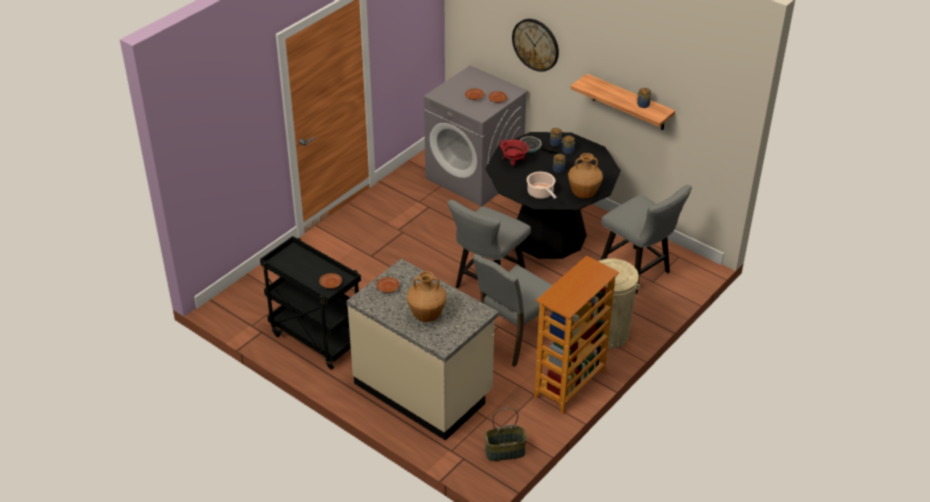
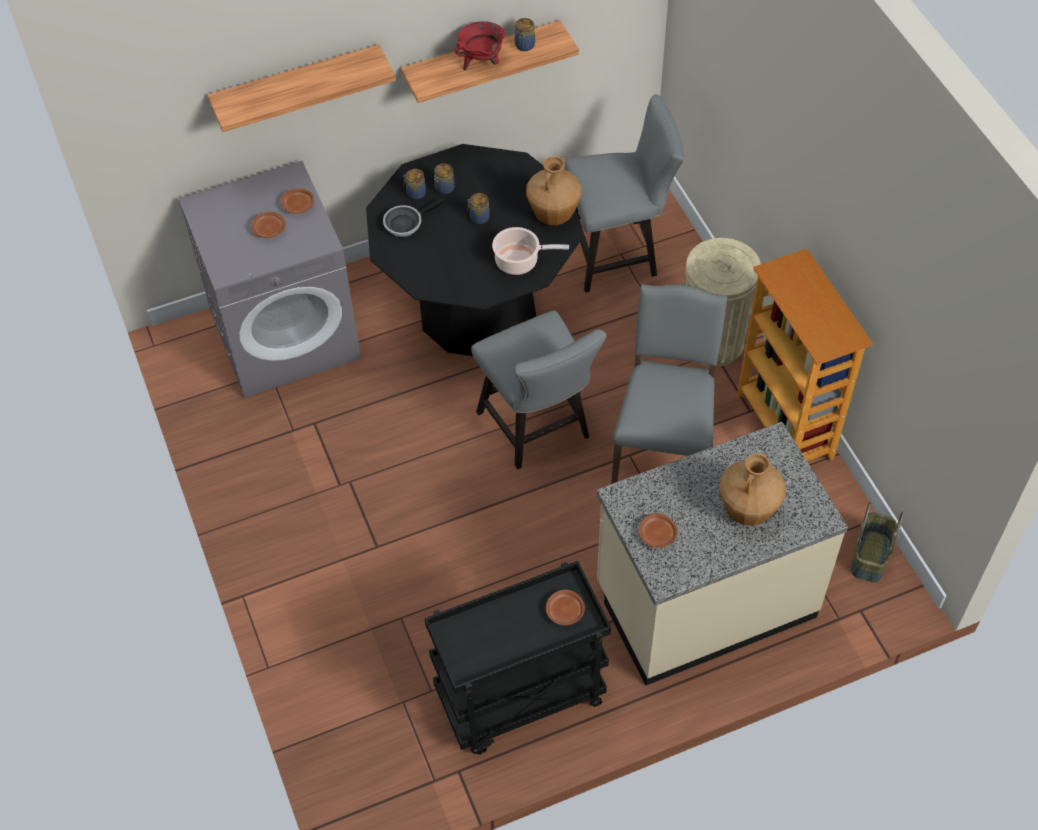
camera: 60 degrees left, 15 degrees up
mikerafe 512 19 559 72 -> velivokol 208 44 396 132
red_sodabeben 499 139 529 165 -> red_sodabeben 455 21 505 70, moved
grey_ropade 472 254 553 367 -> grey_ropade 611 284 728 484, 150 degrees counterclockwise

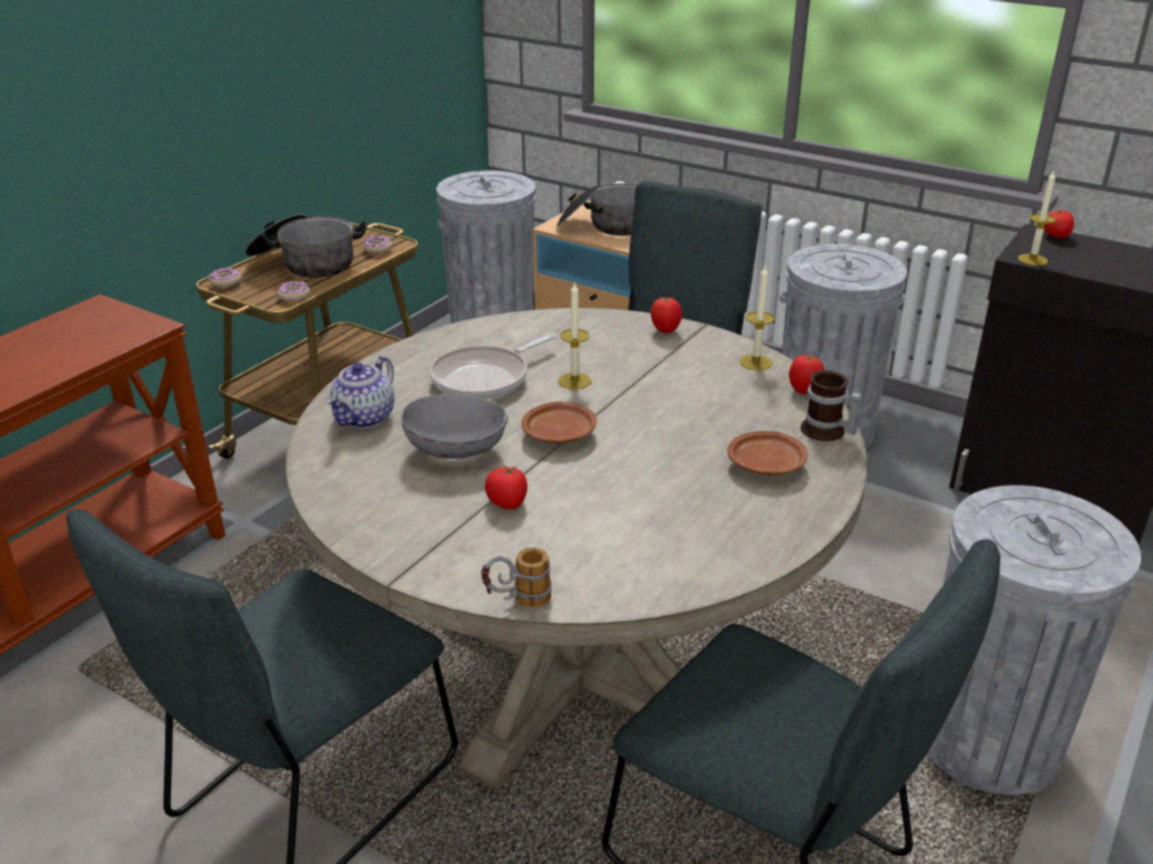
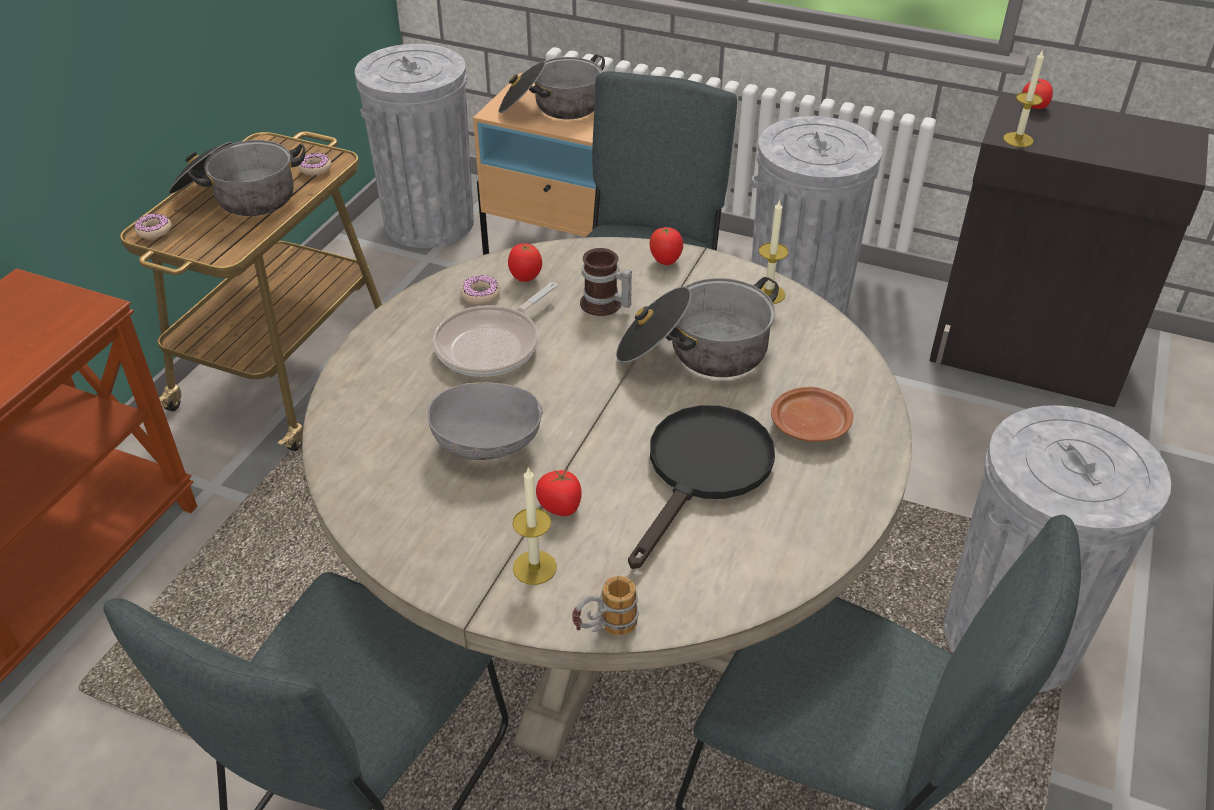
camera: 10 degrees left, 10 degrees up
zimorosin 277 281 310 301 -> zimorosin 460 275 500 305, moved
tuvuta 789 355 825 394 -> tuvuta 508 243 542 282, moved
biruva 558 282 592 390 -> biruva 512 466 557 585, moved
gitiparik 800 370 862 441 -> gitiparik 580 248 632 316, moved
none -> sodabeben 616 277 779 377
none -> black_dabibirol 628 405 775 569
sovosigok 326 356 394 428 -> none
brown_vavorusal 521 402 597 443 -> none

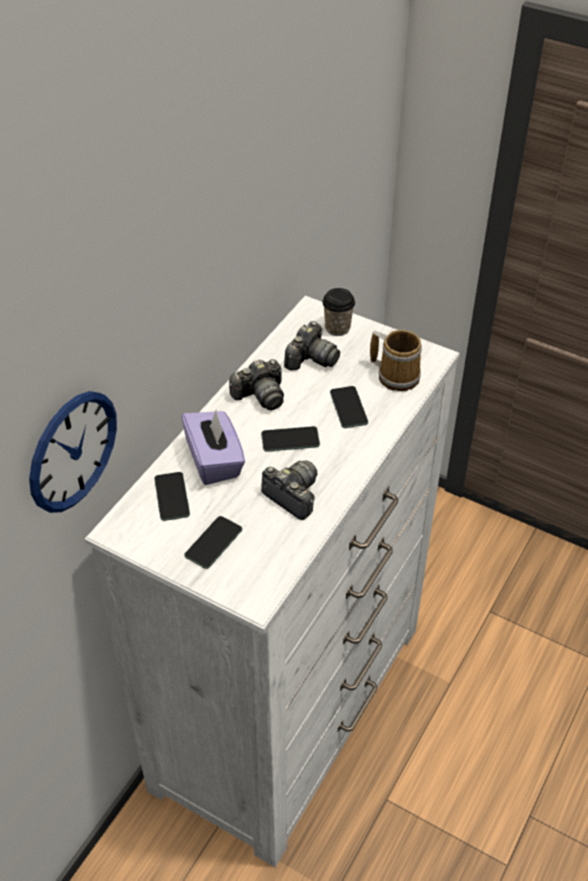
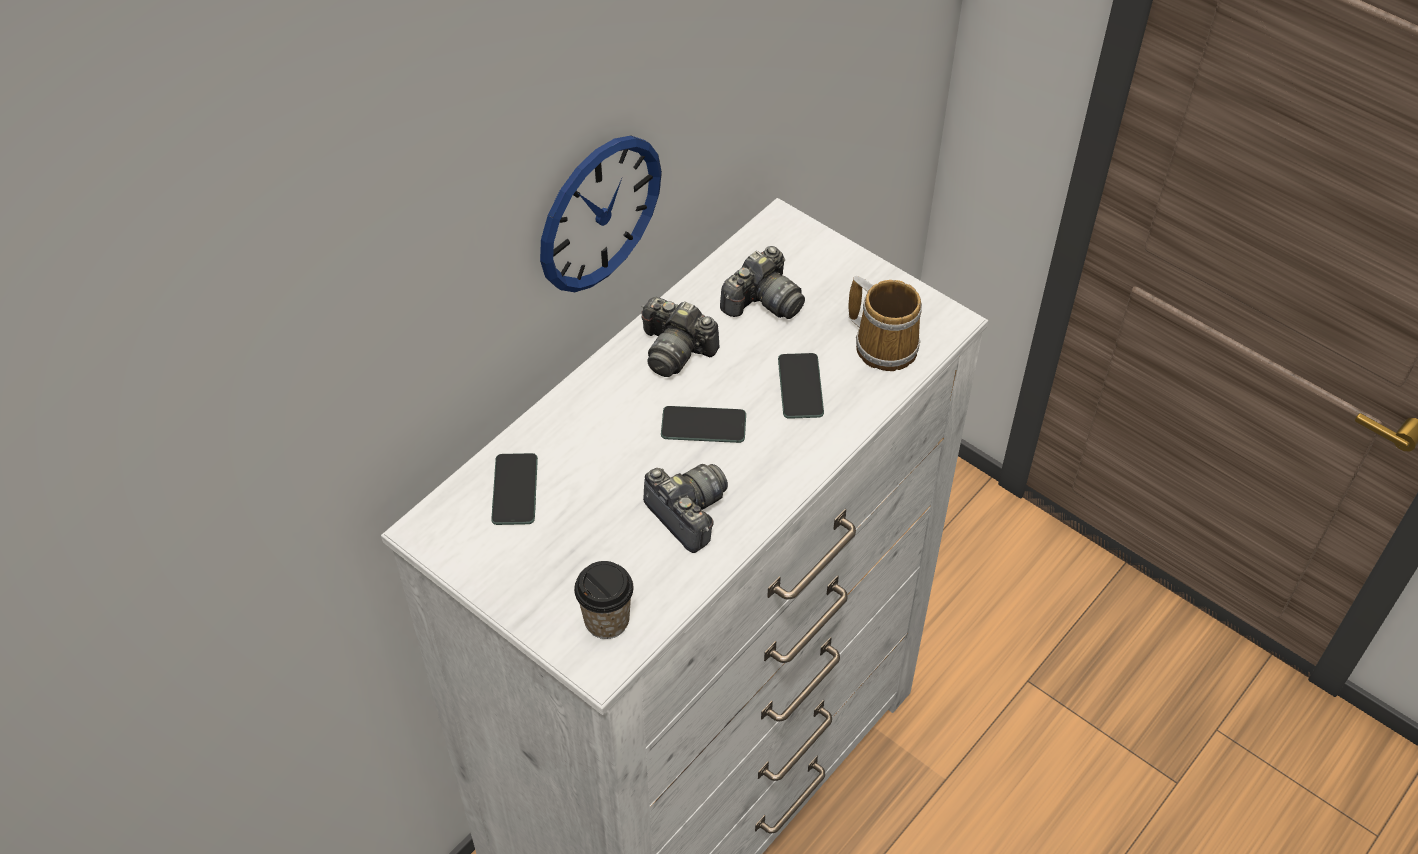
camera: 10 degrees right, 5 degrees up
mikerafe 29 391 117 513 -> mikerafe 540 136 662 292, moved
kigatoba 322 288 355 336 -> kigatoba 574 561 633 639, moved
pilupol 229 359 284 411 -> pilupol 641 297 720 377, 45 degrees clockwise
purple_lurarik 181 410 245 485 -> none
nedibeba 184 516 242 569 -> none

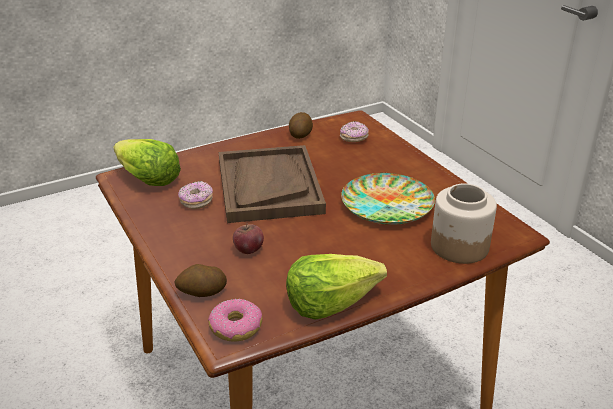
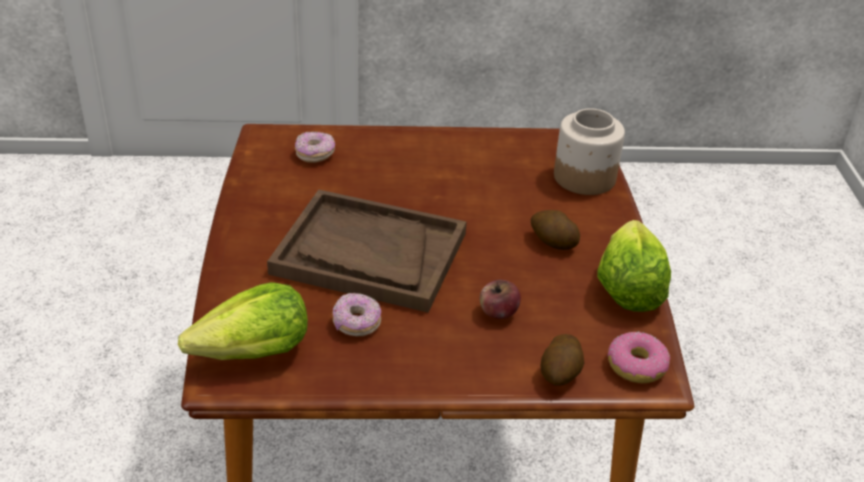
camera: 65 degrees left, 5 degrees up
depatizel 289 112 313 139 -> depatizel 530 210 580 250, moved
vavorusal 341 173 435 225 -> none

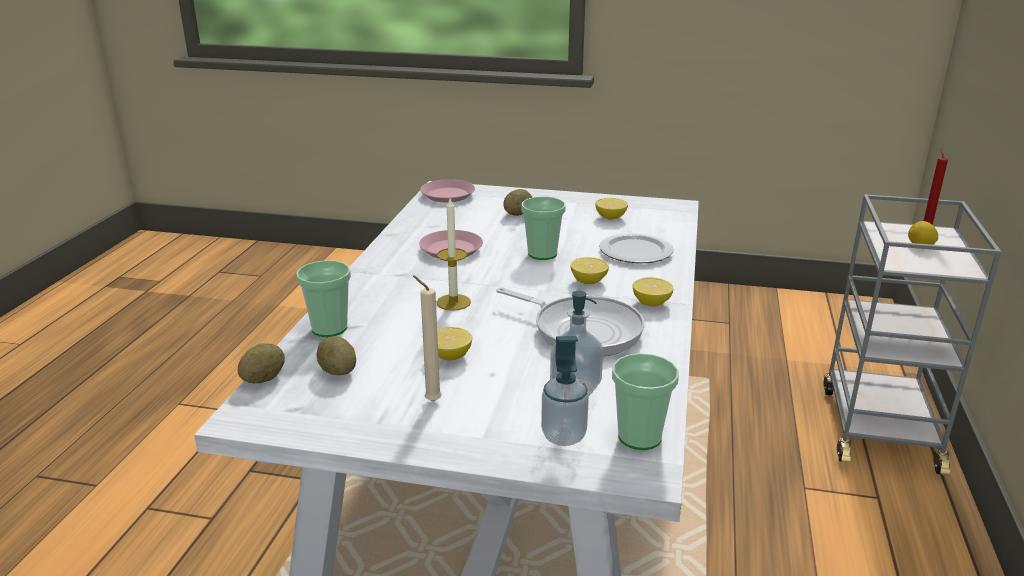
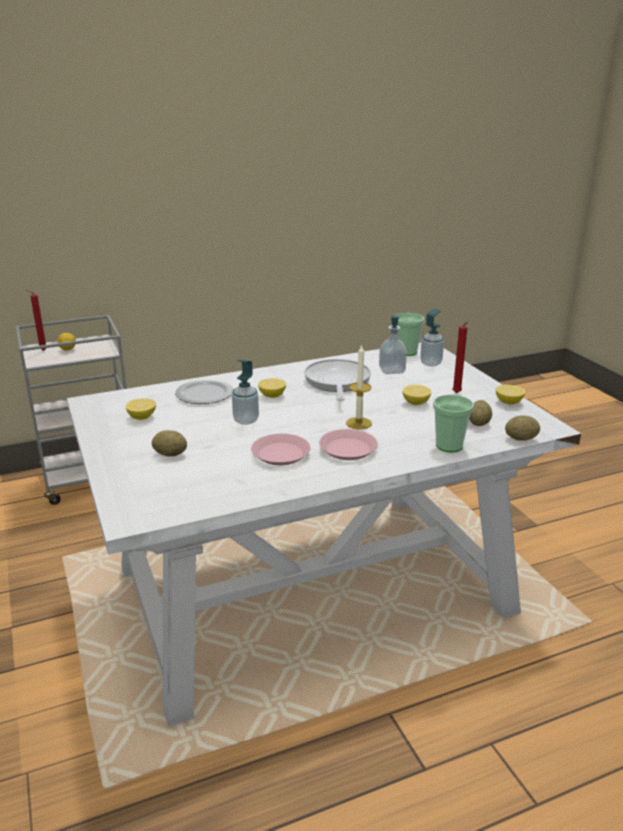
camera: 125 degrees left, 0 degrees up
kigatoba 522 197 566 260 -> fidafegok 232 359 259 425
pink_vavorusal 420 179 475 202 -> pink_vavorusal 319 429 378 460, moved
beige_biruva 413 275 442 402 -> red_biruva 452 322 468 393
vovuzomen 633 277 673 307 -> vovuzomen 496 384 525 405, moved

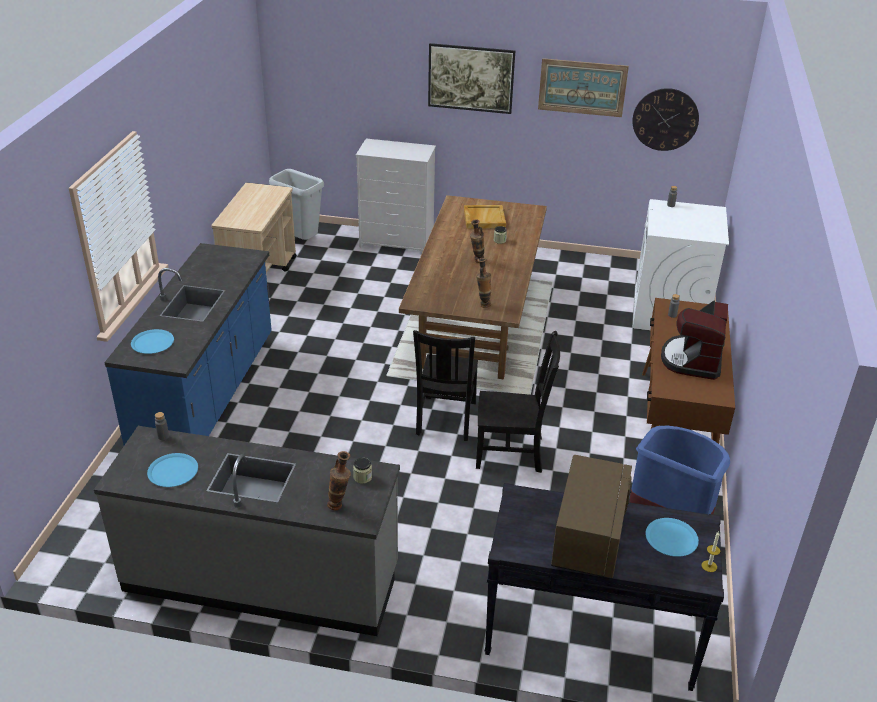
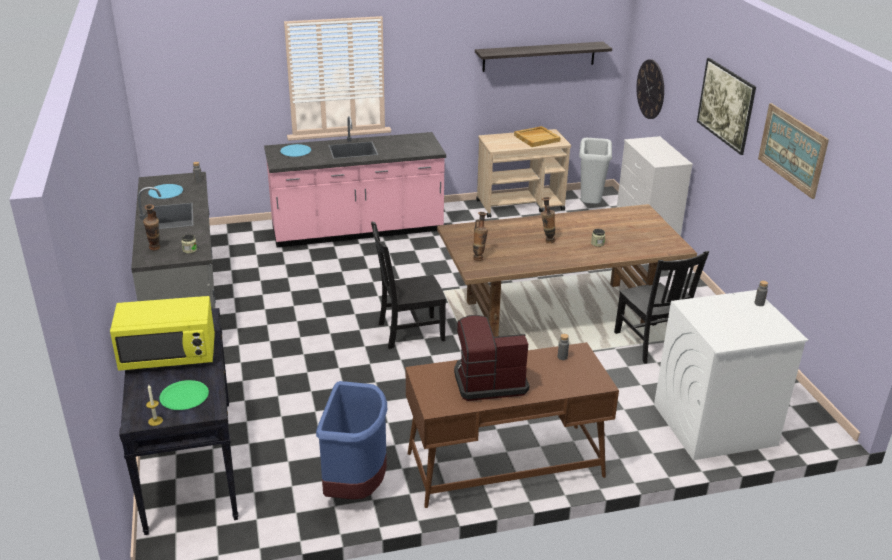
camera: 65 degrees right, 5 degrees down
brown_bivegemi 551 455 632 578 -> yellow_bivegemi 110 296 215 371
blue_vavorusal 645 518 699 557 -> green_vavorusal 159 380 209 410
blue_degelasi 104 243 272 445 -> pink_degelasi 264 116 446 248
none -> velivokol 475 42 612 72
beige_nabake 464 205 506 229 -> beige_nabake 514 126 561 147, moved
black_ropade 476 331 560 473 -> black_ropade 614 251 709 363, moved
mikerafe 632 88 699 151 -> mikerafe 636 59 664 119, moved

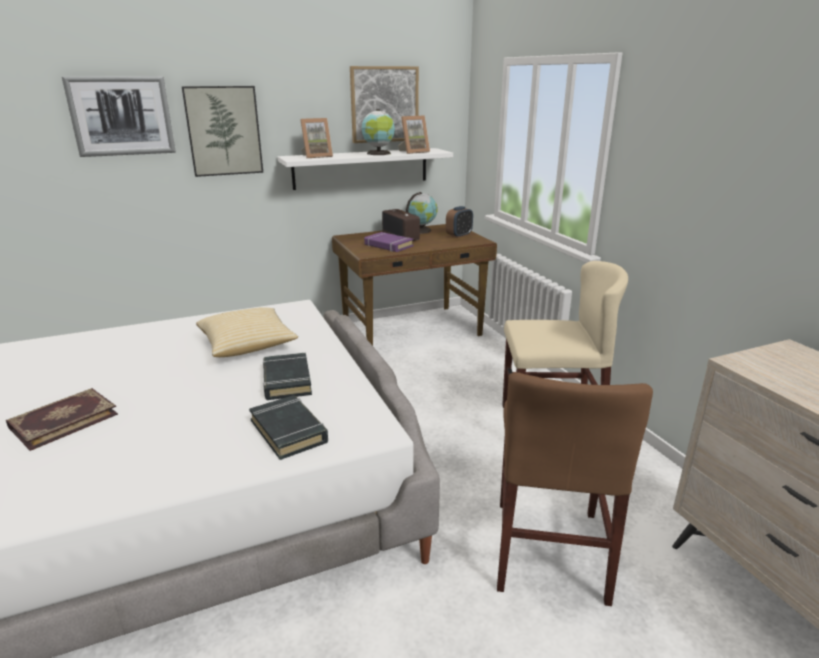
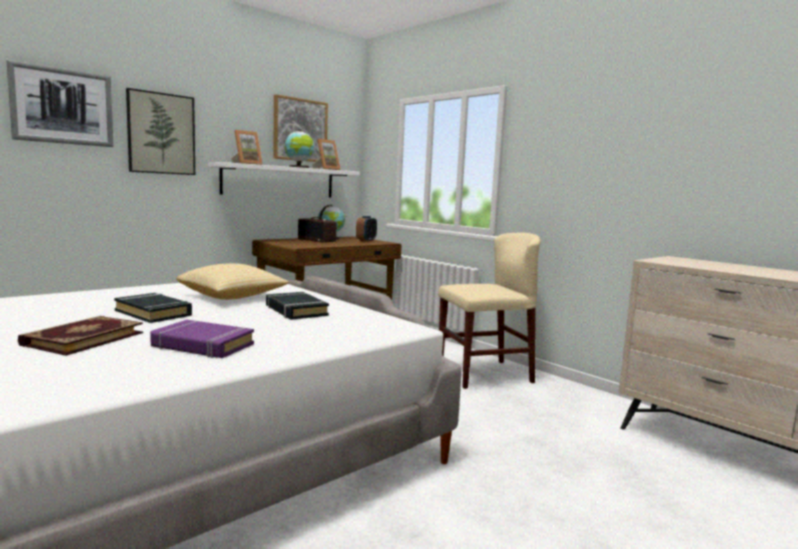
camera: 20 degrees left, 15 degrees down
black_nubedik 249 395 328 460 -> black_nubedik 114 293 192 323, moved
purple_nubedik 364 232 413 252 -> purple_nubedik 150 320 254 358, moved
brown_ropade 497 372 653 606 -> none

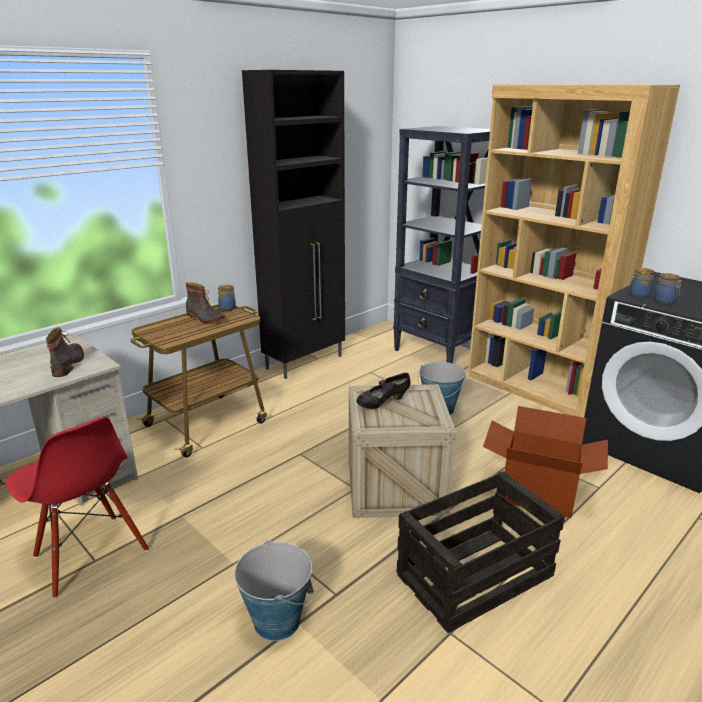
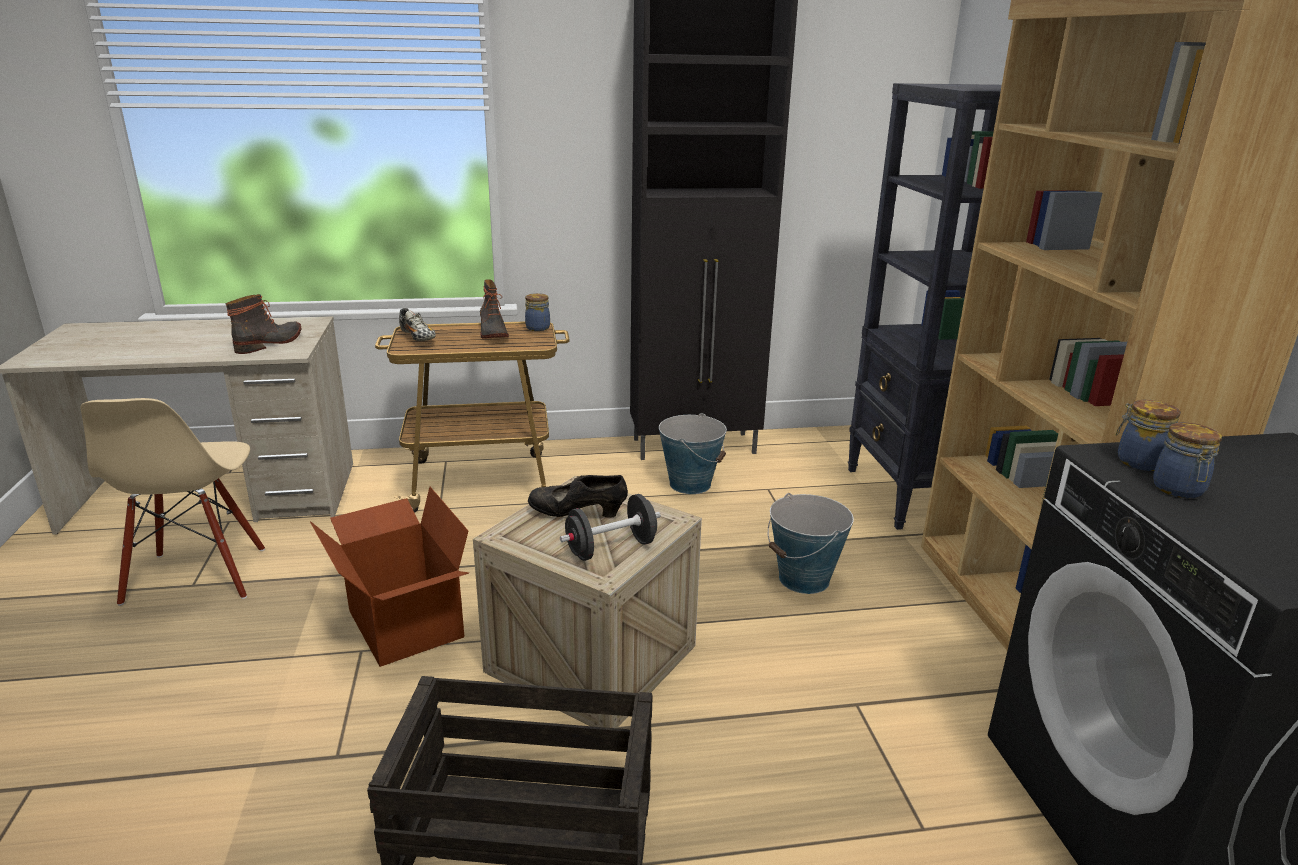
camera: 35 degrees right, 0 degrees up
red_ropade 6 417 149 599 -> beige_ropade 80 398 265 606
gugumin 483 406 608 518 -> gugumin 310 487 469 667, moved
none -> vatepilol 399 308 436 341
none -> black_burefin 560 494 661 561
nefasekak 234 540 314 641 -> nefasekak 659 413 727 494, moved

